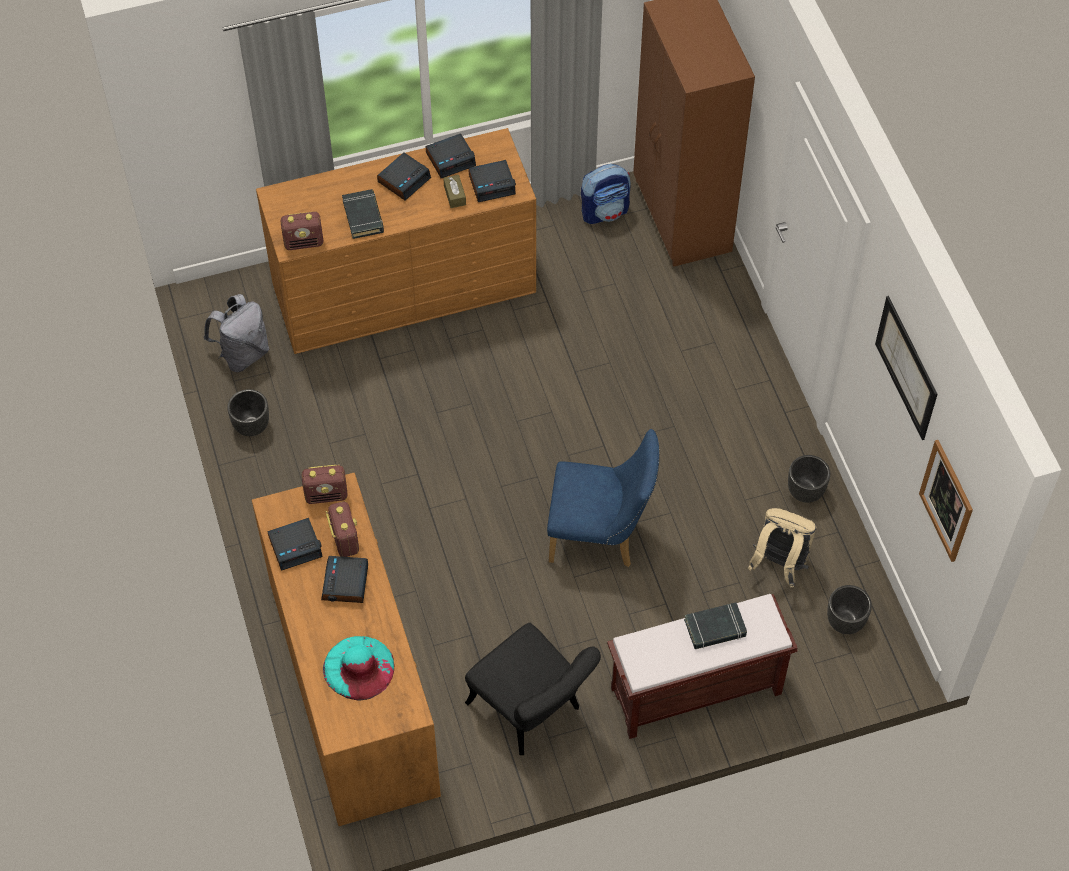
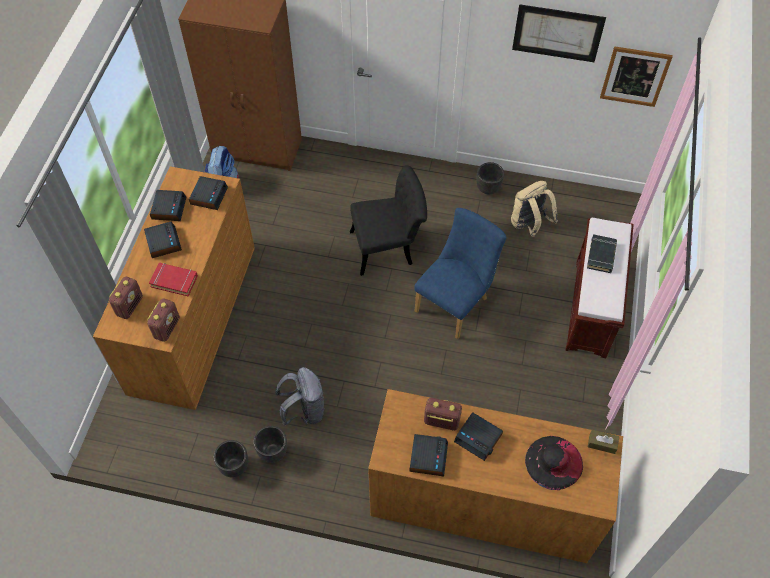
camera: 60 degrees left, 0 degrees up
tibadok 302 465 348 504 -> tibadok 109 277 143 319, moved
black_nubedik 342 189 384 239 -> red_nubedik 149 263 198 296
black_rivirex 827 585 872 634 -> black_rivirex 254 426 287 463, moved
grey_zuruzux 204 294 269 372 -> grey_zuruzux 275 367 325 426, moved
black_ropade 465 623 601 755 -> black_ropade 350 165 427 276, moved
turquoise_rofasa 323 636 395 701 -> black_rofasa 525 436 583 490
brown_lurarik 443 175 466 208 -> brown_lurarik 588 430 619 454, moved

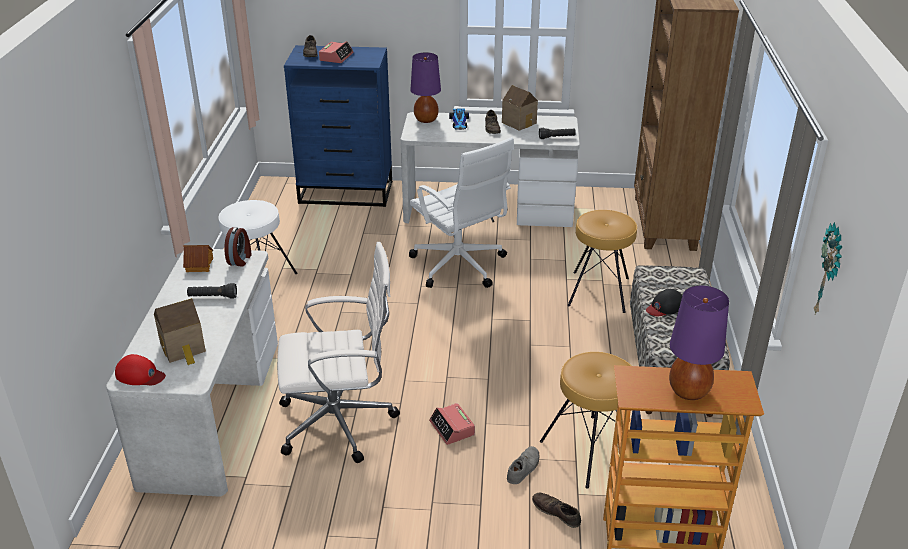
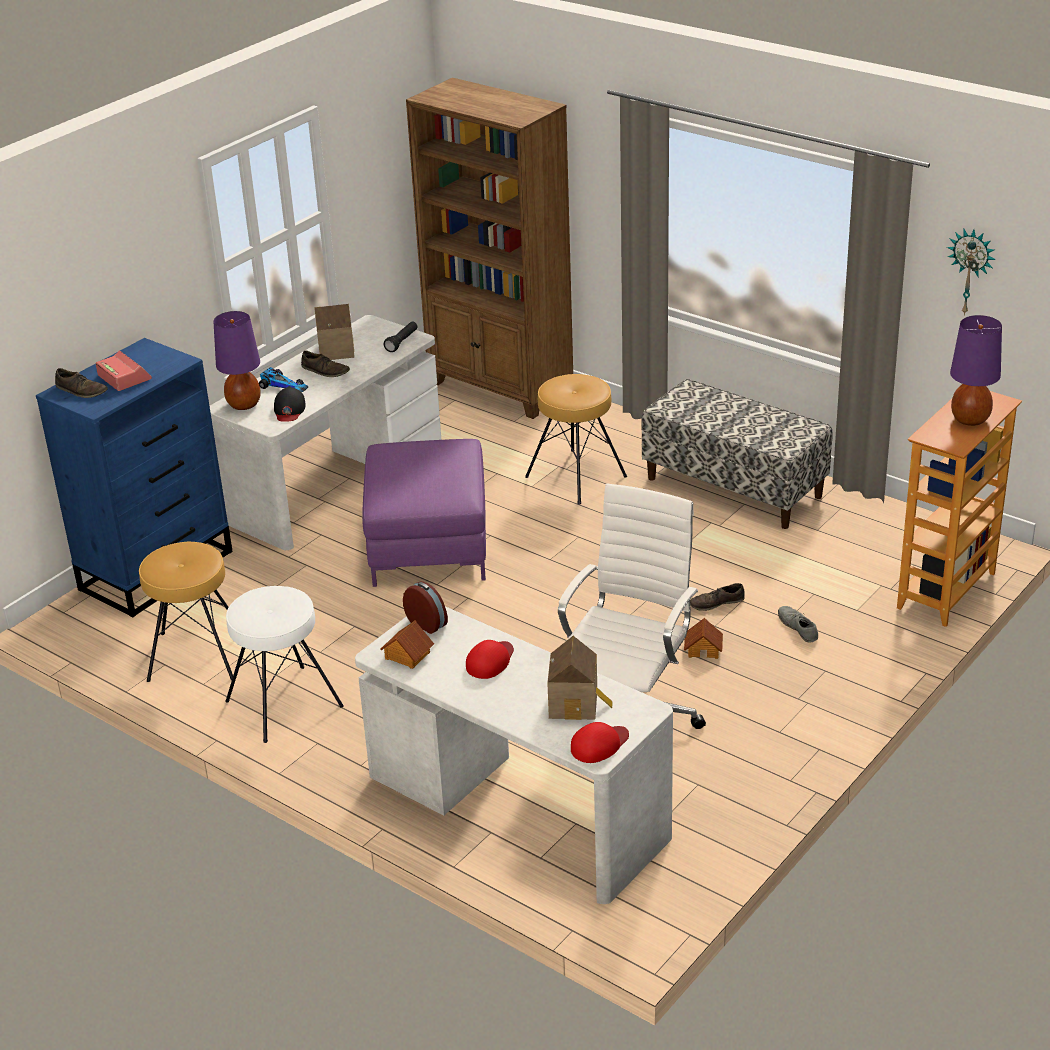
camera: 55 degrees left, 0 degrees up
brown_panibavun 540 352 631 489 -> brown_panibavun 139 542 233 682, moved
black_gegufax 646 289 683 316 -> black_gegufax 274 387 306 422, moved
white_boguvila 409 137 514 288 -> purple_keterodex 362 439 486 587
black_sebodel 187 283 237 298 -> red_gegufax 466 640 514 679
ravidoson 429 403 475 445 -> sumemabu 684 618 723 659
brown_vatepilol 532 493 581 528 -> brown_vatepilol 690 583 745 611, moved

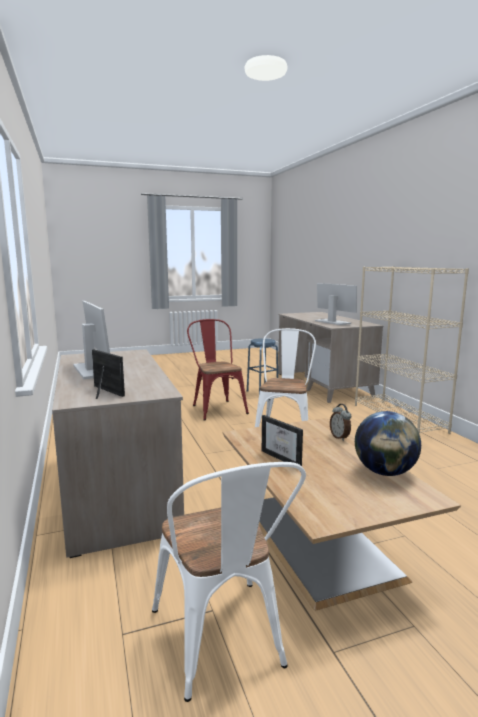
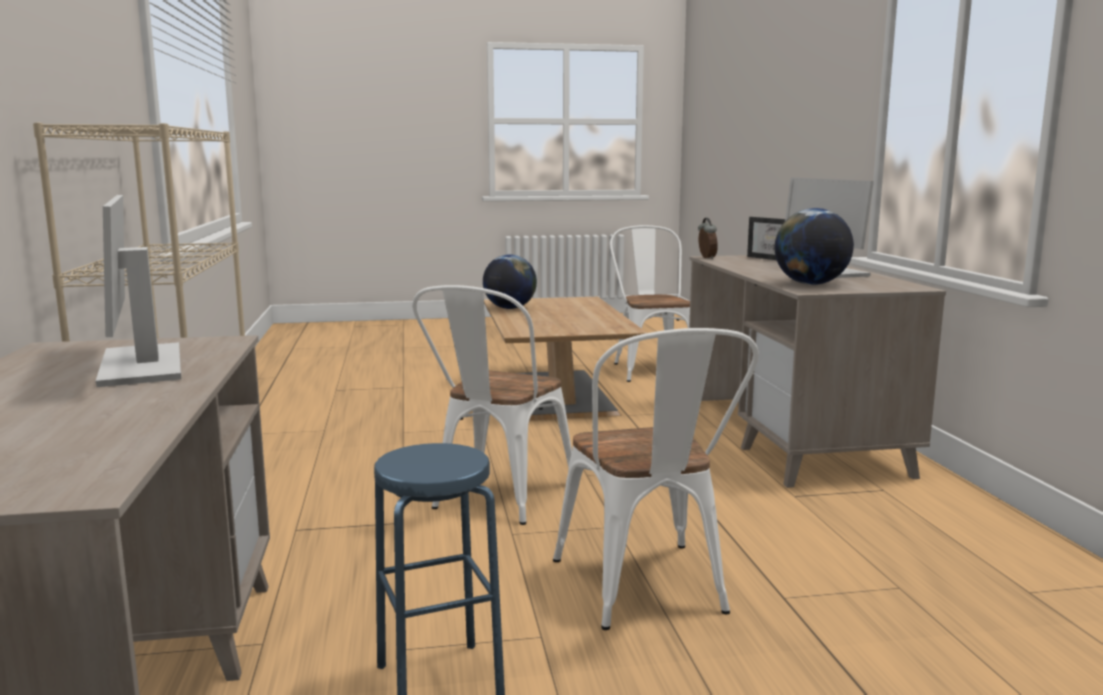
camera: 170 degrees left, 0 degrees up
red_ropade 187 319 249 421 -> white_ropade 553 328 759 630
ravidoson 330 404 351 441 -> ravidoson 698 218 718 259, moved
none -> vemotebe 775 208 854 285
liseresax 262 415 303 466 -> none

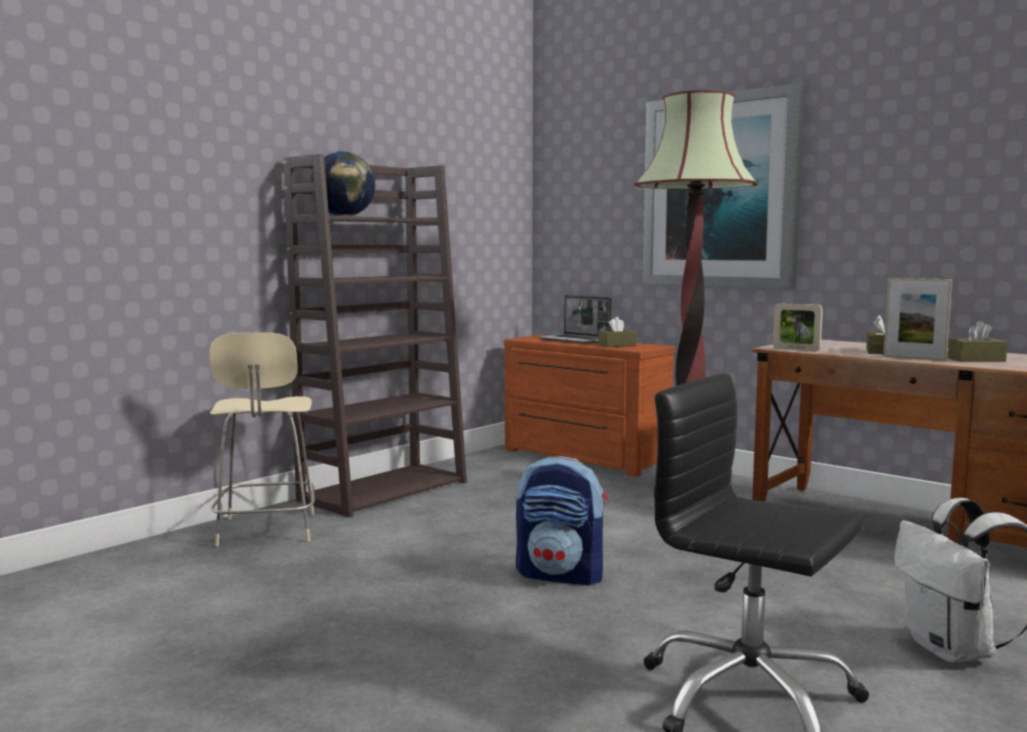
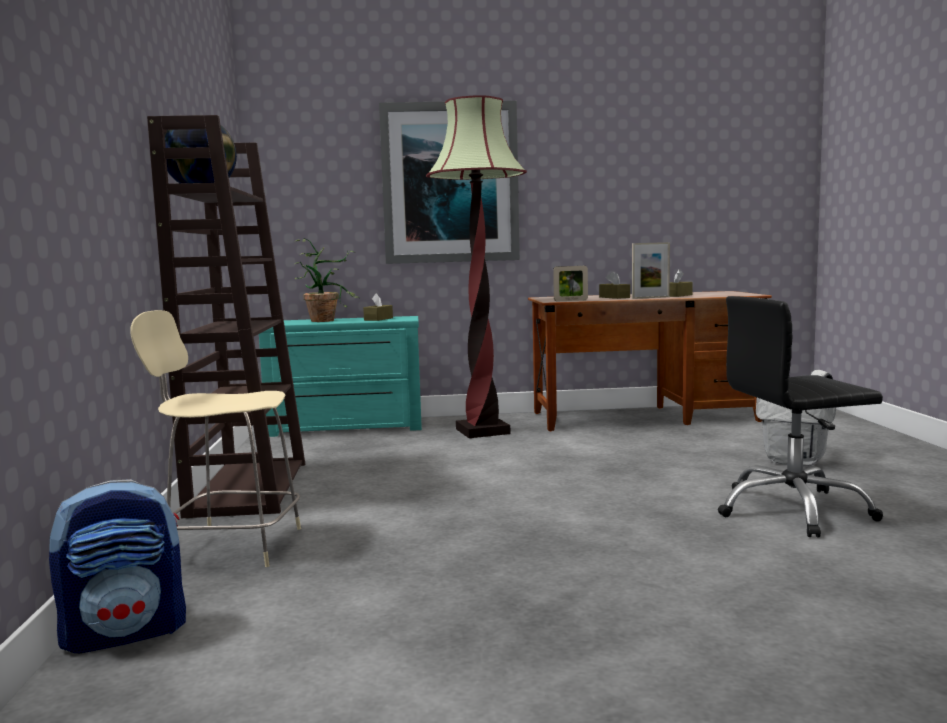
camera: 45 degrees left, 0 degrees up
zuruzux 516 456 608 586 -> zuruzux 49 479 186 653, moved
beige_ropade 209 332 315 547 -> beige_ropade 130 310 301 567, 150 degrees clockwise
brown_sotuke 504 335 675 477 -> turquoise_sotuke 259 316 422 437
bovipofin 538 295 612 344 -> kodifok 294 239 359 322

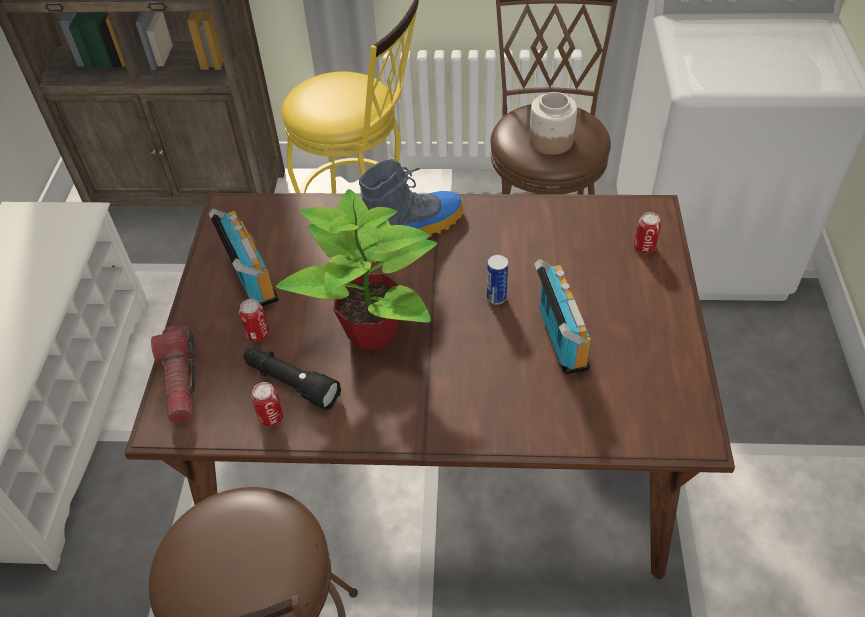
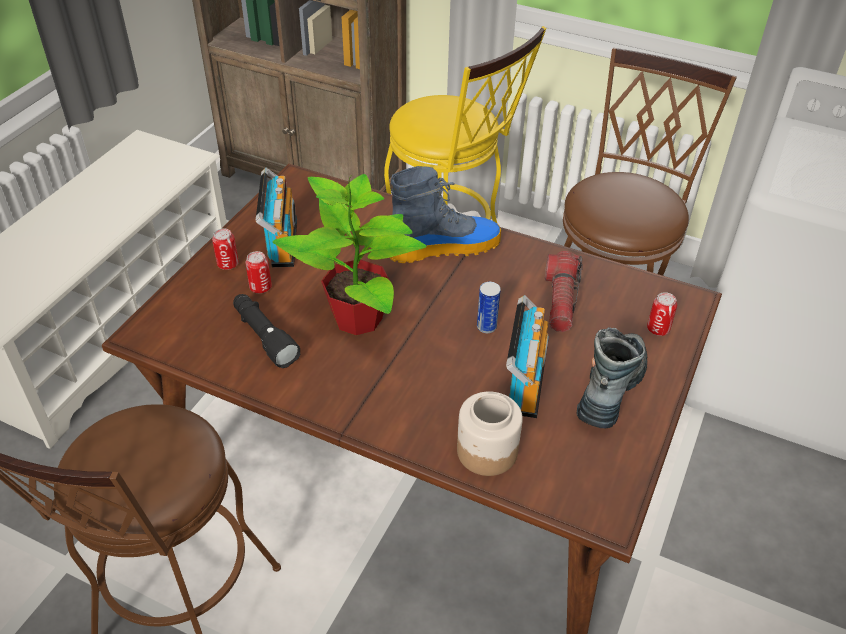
camera: 20 degrees right, 5 degrees down
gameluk 251 382 284 426 -> gameluk 212 228 239 270, moved
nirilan 529 92 577 155 -> nirilan 457 391 523 476, moved
sebodel 151 326 196 424 -> sebodel 545 251 583 332, moved
none -> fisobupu 576 327 647 428

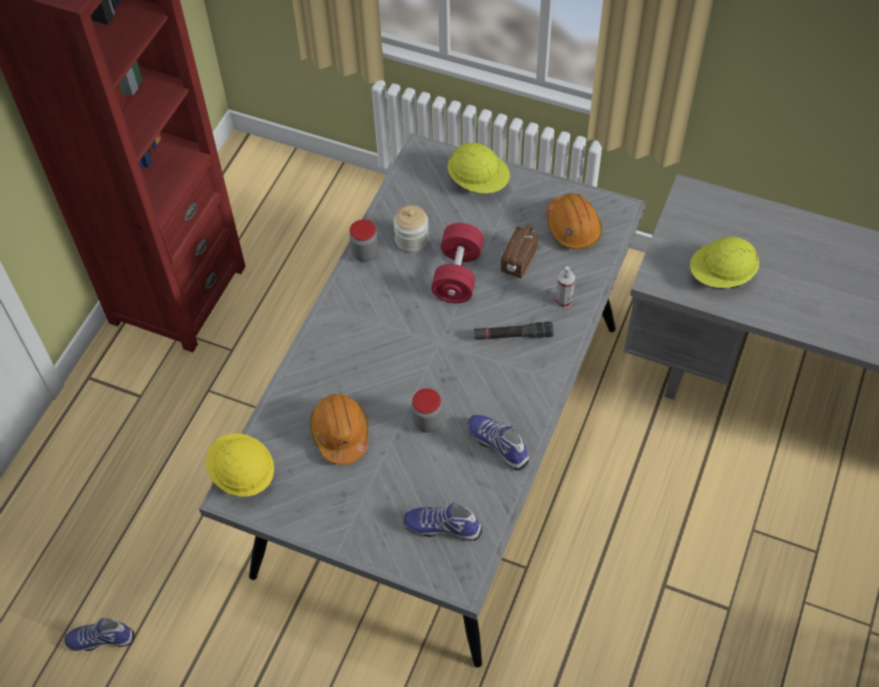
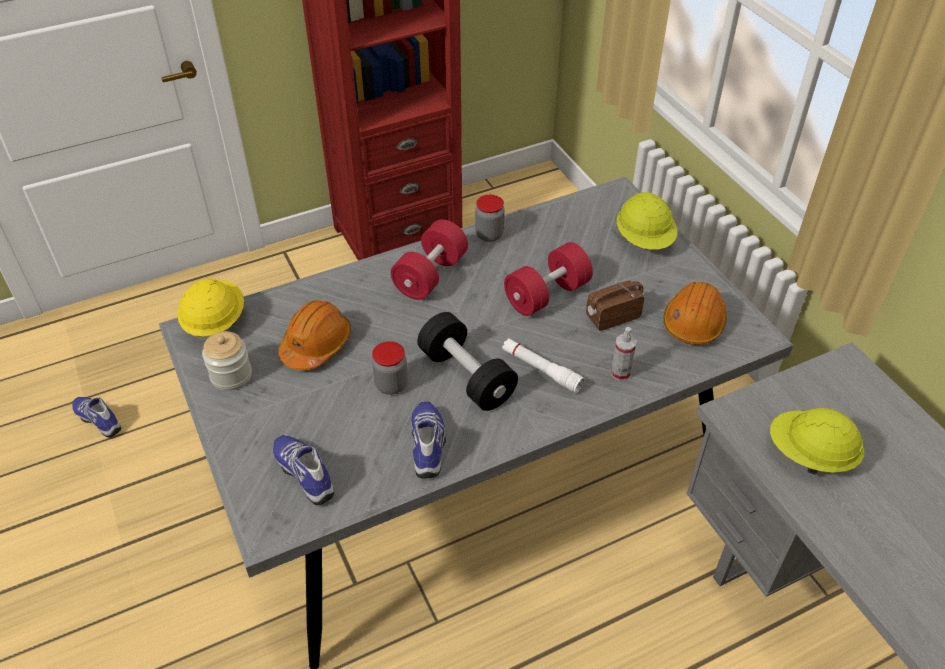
camera: 40 degrees right, 10 degrees down
nirilan 393 205 429 253 -> nirilan 202 331 252 391, moved
none -> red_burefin 390 220 468 300
none -> black_burefin 417 312 518 411
black_sebodel 474 322 553 340 -> white_sebodel 502 338 585 393

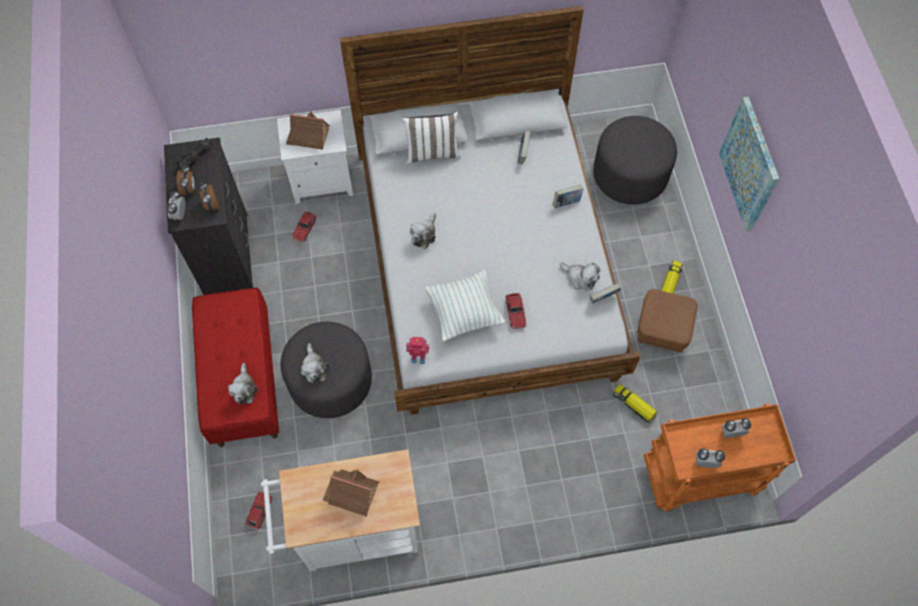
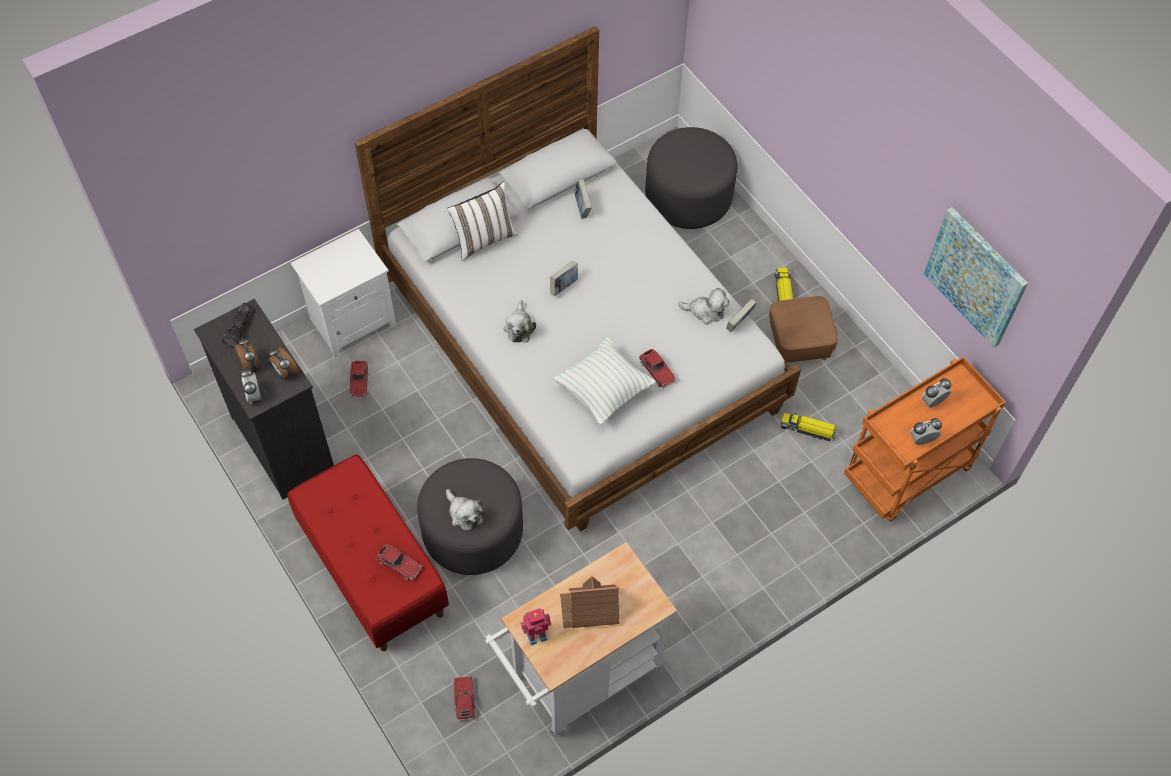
camera: 25 degrees left, 5 degrees down
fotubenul 228 363 258 404 -> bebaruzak 375 544 421 580
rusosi 406 337 429 364 -> rusosi 521 608 551 645, moved
nubedik 553 185 583 208 -> nubedik 550 261 578 296, moved
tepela 719 97 779 231 -> tepela 924 207 1028 347, moved
sumemabu 286 111 330 150 -> none

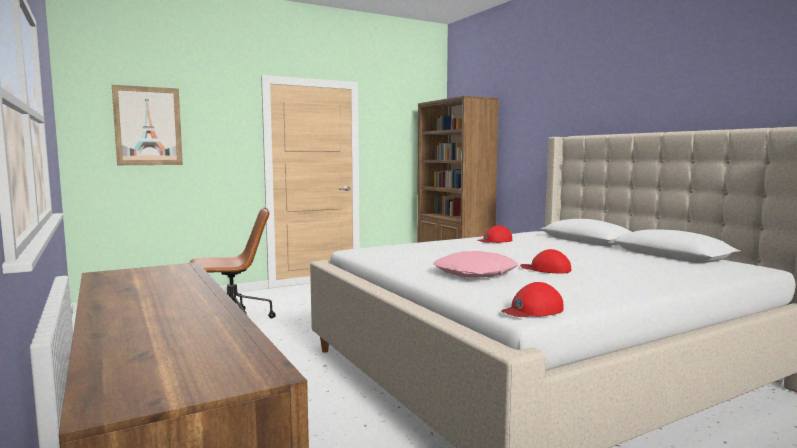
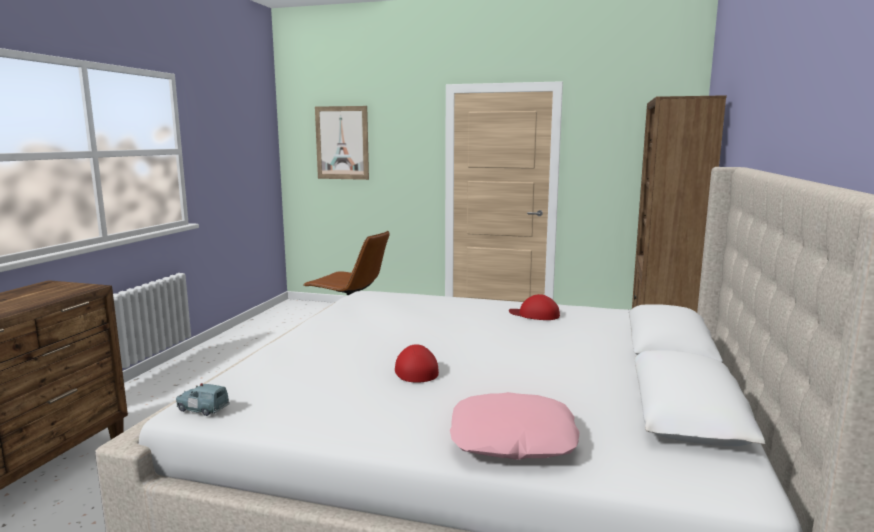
camera: 45 degrees right, 5 degrees up
red_gegufax 501 282 563 317 -> blue_bebaruzak 176 383 230 416
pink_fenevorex 433 251 518 277 -> pink_fenevorex 450 392 579 460, moved

